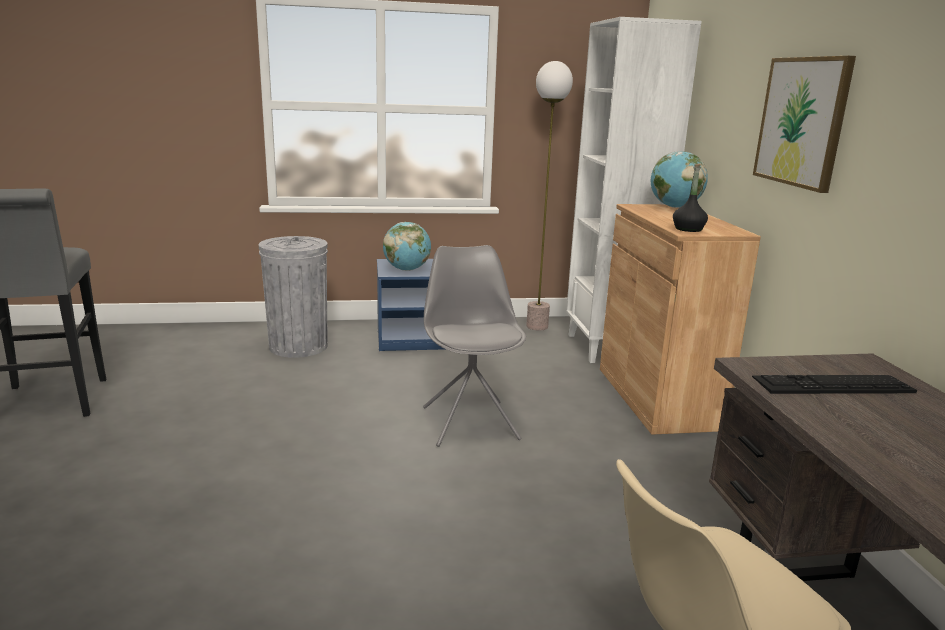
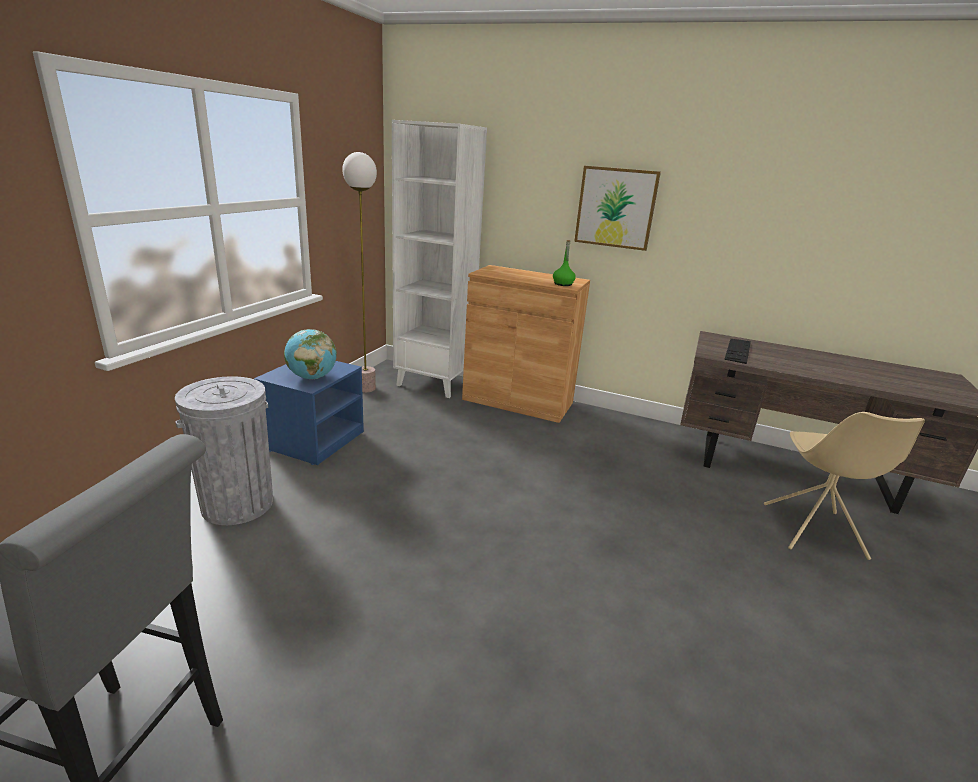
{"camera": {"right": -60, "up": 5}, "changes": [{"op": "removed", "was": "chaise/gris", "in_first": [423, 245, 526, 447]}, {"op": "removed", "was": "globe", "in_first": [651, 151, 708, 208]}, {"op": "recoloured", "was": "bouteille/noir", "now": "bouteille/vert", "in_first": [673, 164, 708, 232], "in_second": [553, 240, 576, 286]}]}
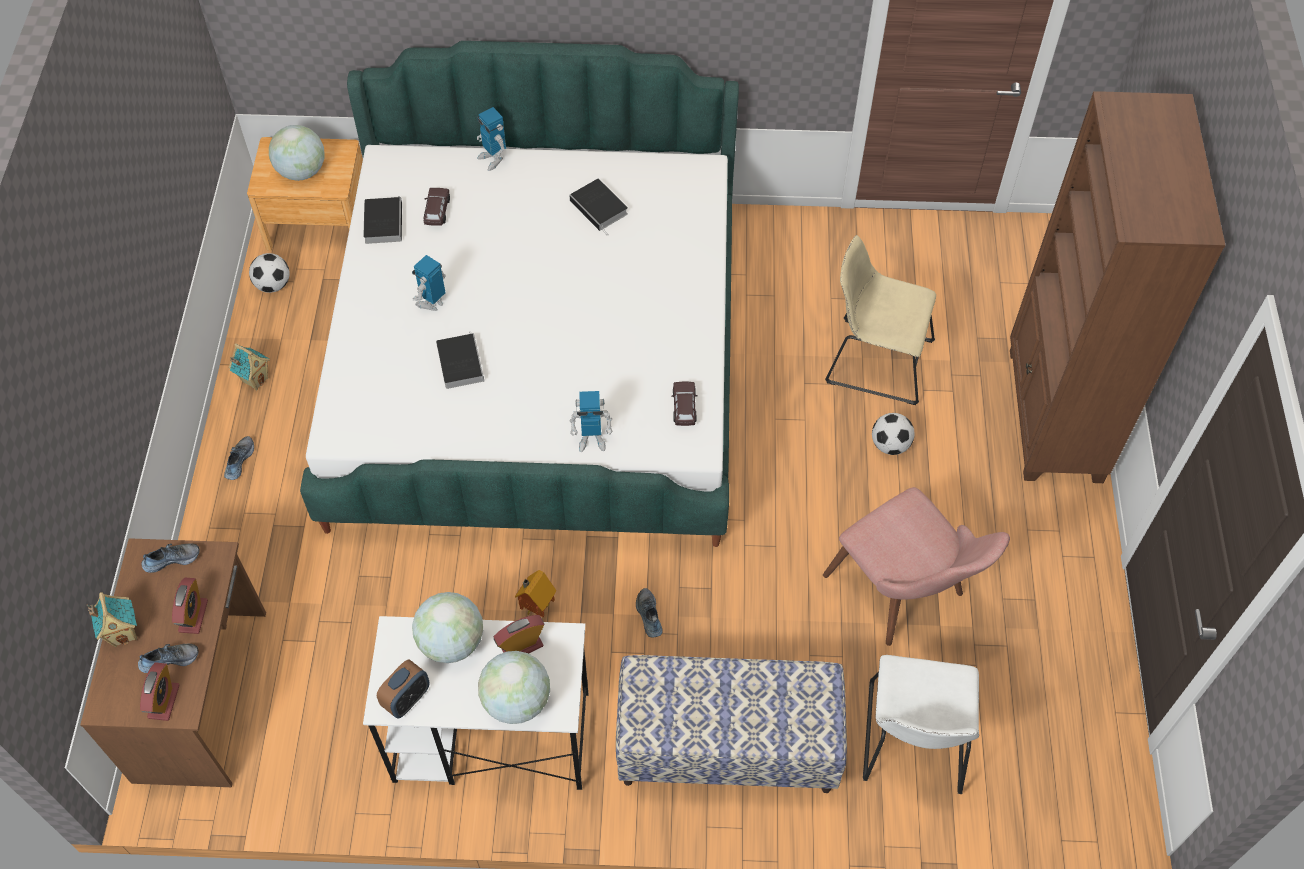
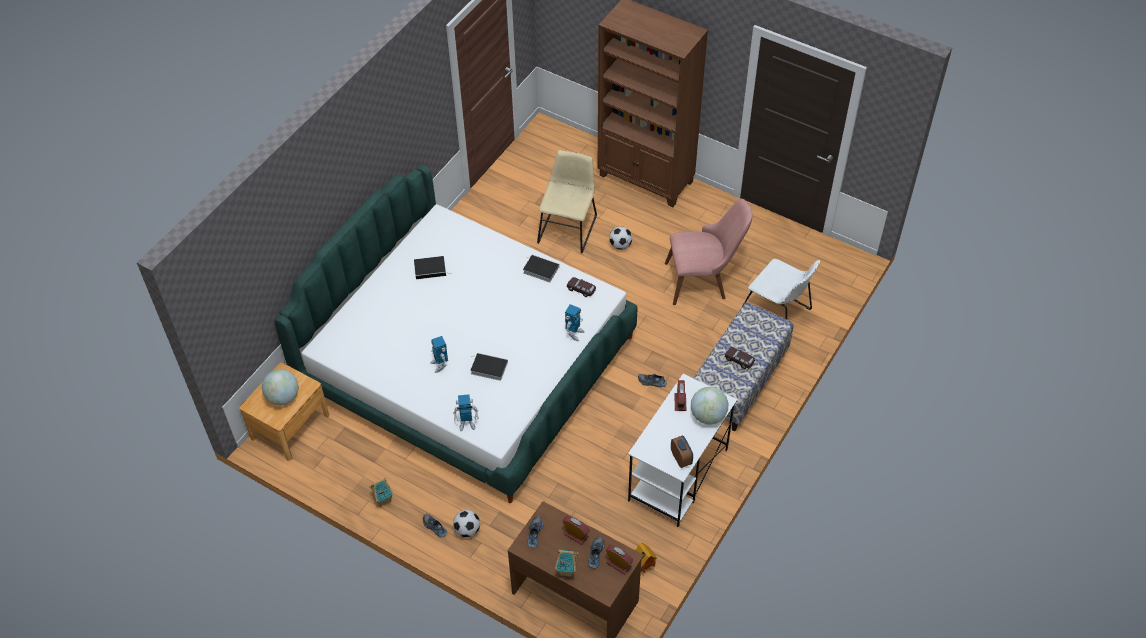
{"camera": {"right": -60, "up": -5}, "changes": [{"op": "removed", "was": "globe", "in_first": [412, 592, 483, 663]}, {"op": "moved", "was": "ballon de foot", "in_first": [249, 253, 290, 293], "in_second": [453, 510, 480, 537]}, {"op": "moved", "was": "livre", "in_first": [363, 196, 402, 244], "in_second": [523, 255, 559, 283]}, {"op": "moved", "was": "petite voiture/marron", "in_first": [423, 188, 450, 226], "in_second": [725, 347, 755, 369]}, {"op": "moved", "was": "robot jouet", "in_first": [477, 107, 506, 171], "in_second": [453, 394, 479, 431]}, {"op": "moved", "was": "maison miniature", "in_first": [515, 570, 556, 617], "in_second": [635, 543, 657, 574]}, {"op": "turned", "was": "chaise/beige", "in_first": [825, 235, 936, 405], "in_second": [537, 150, 597, 253], "clockwise": 150}]}
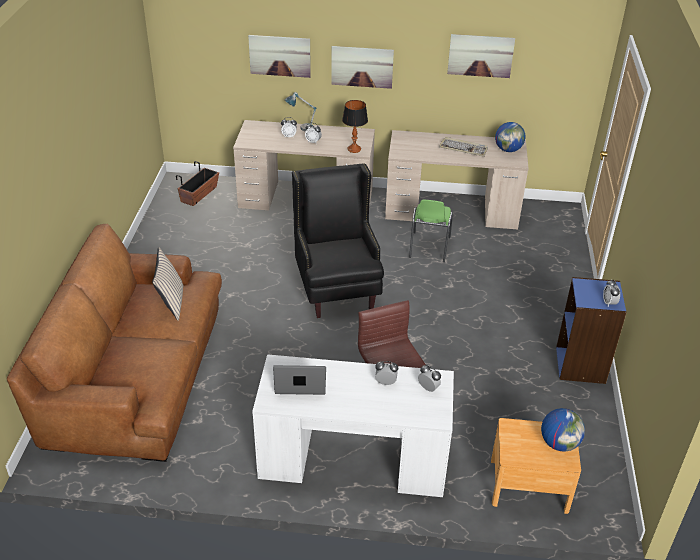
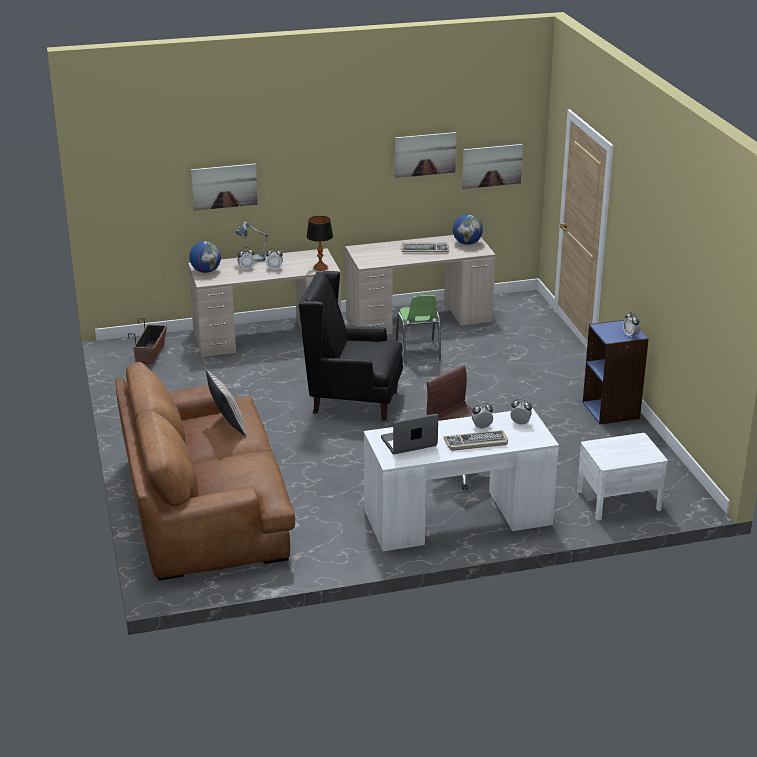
{"camera": {"right": -20, "up": -10}, "changes": [{"op": "added", "now": "clavier", "in_second": [444, 430, 508, 451]}, {"op": "moved", "was": "tableau", "in_first": [331, 46, 394, 89], "in_second": [462, 144, 523, 189]}, {"op": "moved", "was": "globe", "in_first": [541, 408, 585, 452], "in_second": [189, 241, 221, 273]}, {"op": "recoloured", "was": "table de chevet/marron", "now": "table de chevet/blanc", "in_first": [491, 418, 581, 514], "in_second": [577, 433, 667, 521]}, {"op": "turned", "was": "fauteuil/noir", "in_first": [292, 164, 384, 318], "in_second": [299, 271, 403, 421], "clockwise": -45}]}
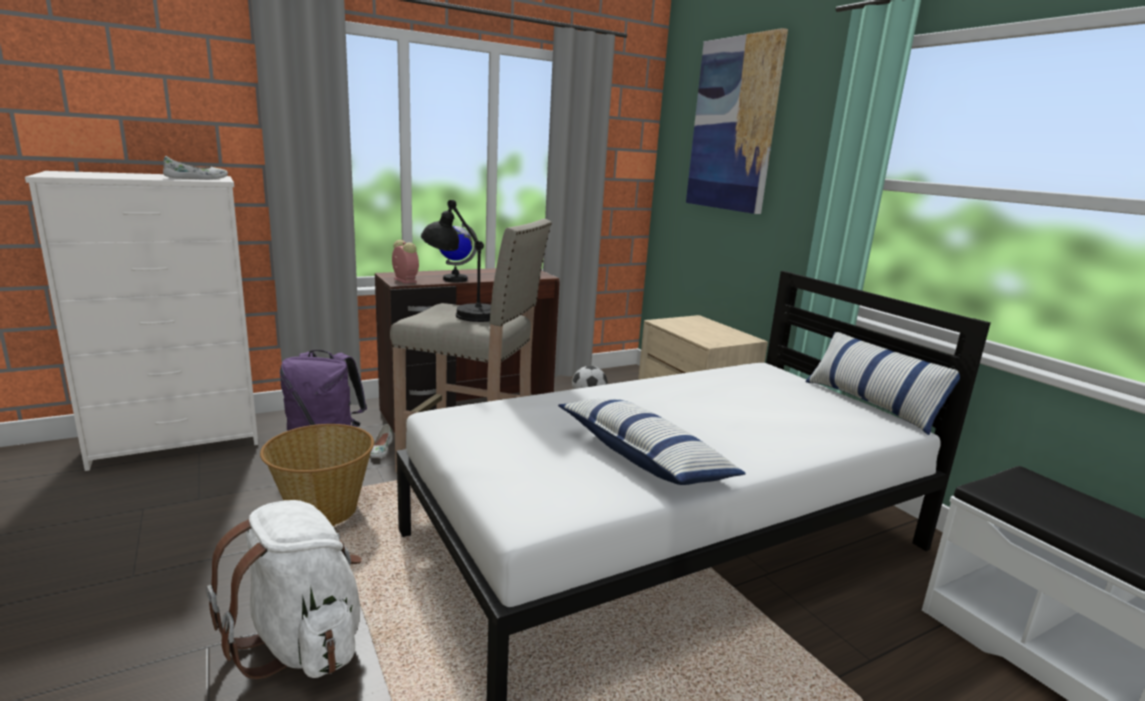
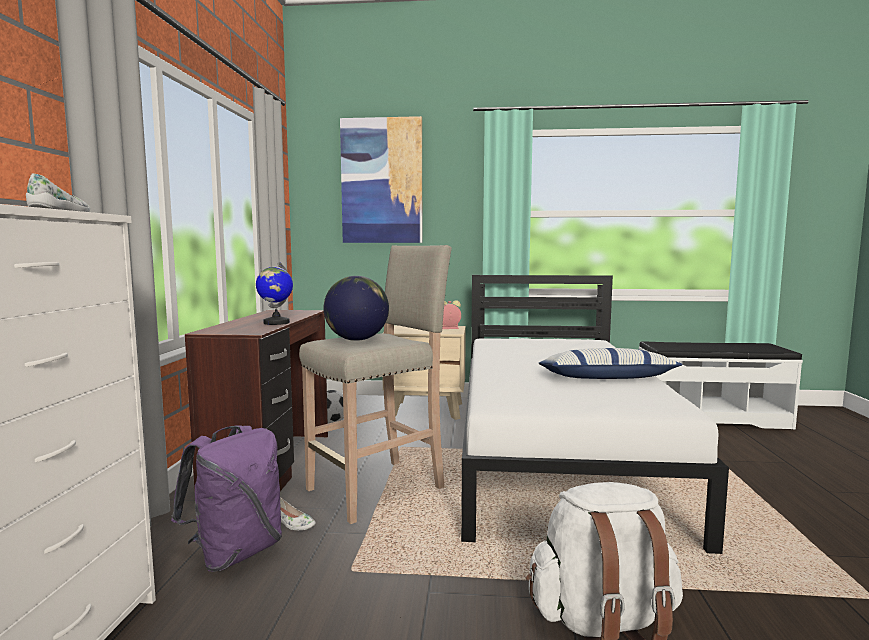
{"camera": {"right": -55, "up": -10}, "changes": [{"op": "removed", "was": "panier", "in_first": [260, 424, 374, 527]}, {"op": "removed", "was": "coussin", "in_first": [805, 332, 960, 435]}, {"op": "moved", "was": "réveil", "in_first": [392, 240, 419, 284], "in_second": [442, 300, 461, 329]}, {"op": "replaced", "was": "lampe de table/noir", "now": "globe", "in_first": [421, 200, 491, 322], "in_second": [323, 276, 389, 341]}]}
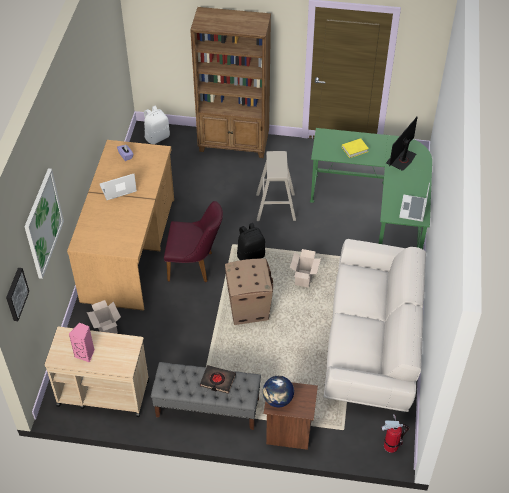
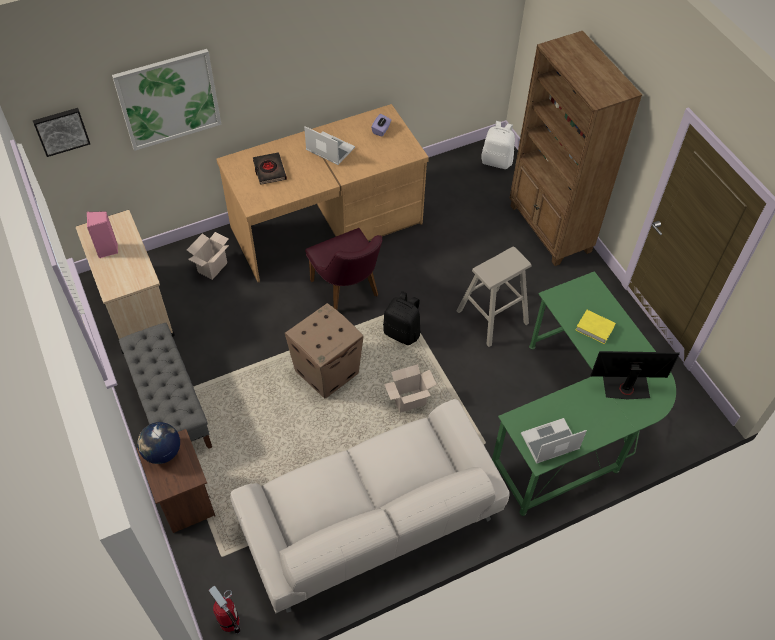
{"camera": {"right": 55, "up": 5}, "changes": [{"op": "moved", "was": "livre/noir", "in_first": [200, 365, 236, 394], "in_second": [253, 152, 287, 185]}]}
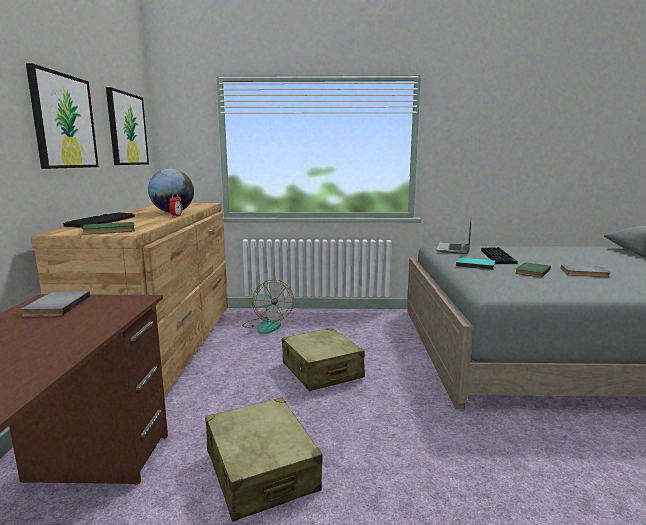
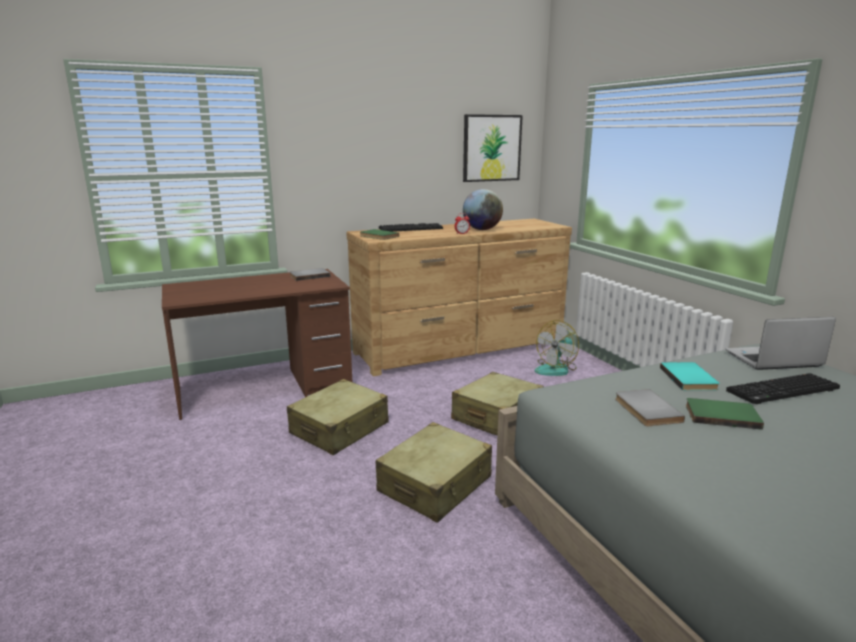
{"camera": {"right": 65, "up": 5}, "changes": [{"op": "removed", "was": "tableau", "in_first": [26, 63, 99, 169]}, {"op": "added", "now": "valise/beige", "in_second": [376, 422, 492, 523]}, {"op": "moved", "was": "livre/gris", "in_first": [560, 265, 610, 277], "in_second": [615, 389, 685, 426]}]}
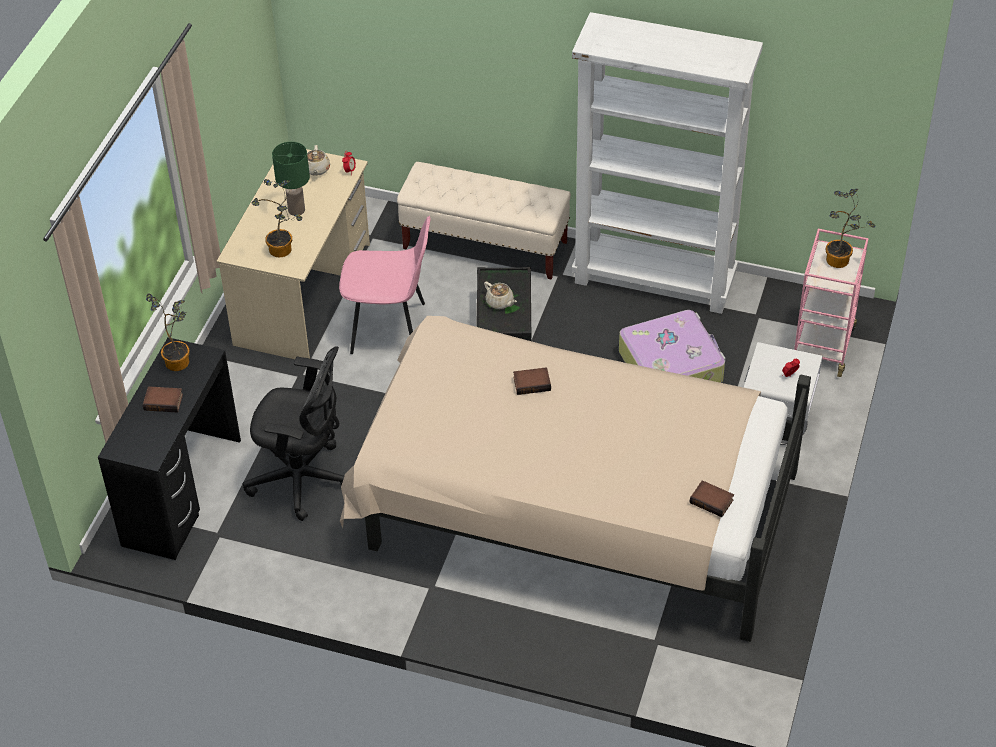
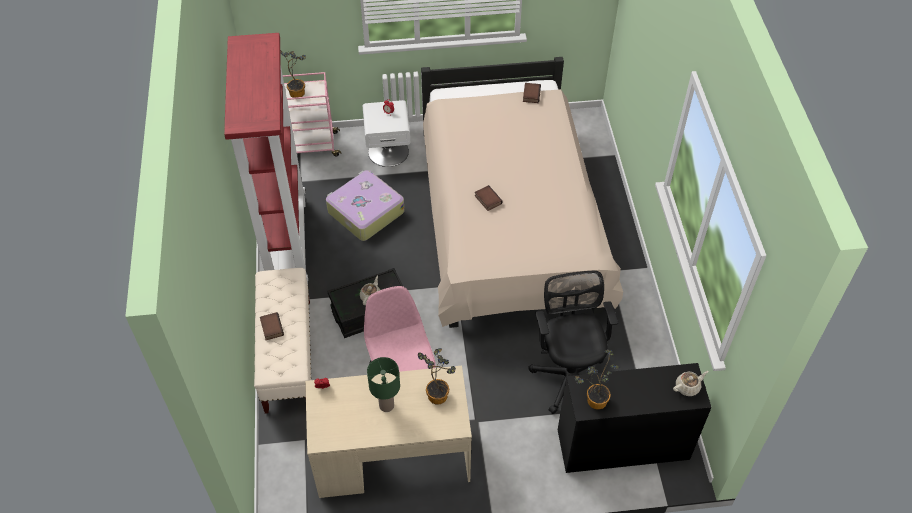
{"camera": {"right": -115, "up": 5}, "changes": [{"op": "moved", "was": "livre", "in_first": [143, 386, 183, 413], "in_second": [260, 312, 284, 340]}, {"op": "moved", "was": "théière/beige", "in_first": [307, 145, 330, 176], "in_second": [673, 371, 709, 396]}, {"op": "recoloured", "was": "bibliothèque/blanc", "now": "bibliothèque/rouge", "in_first": [572, 12, 763, 314], "in_second": [224, 33, 308, 284]}]}
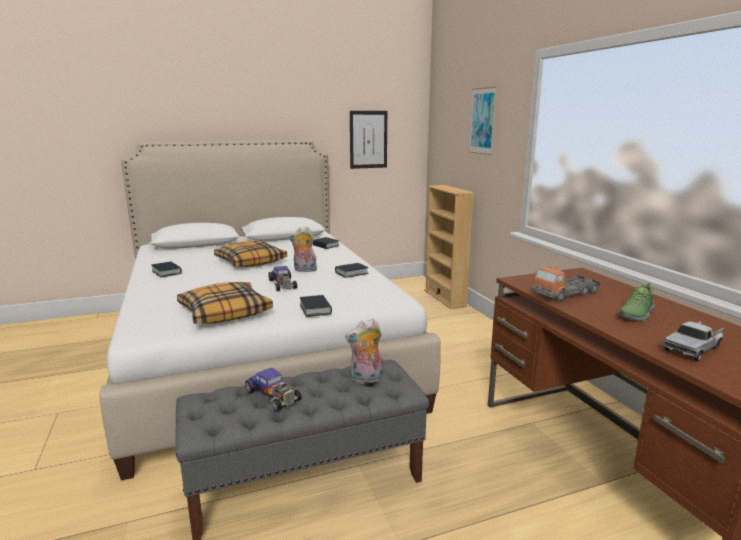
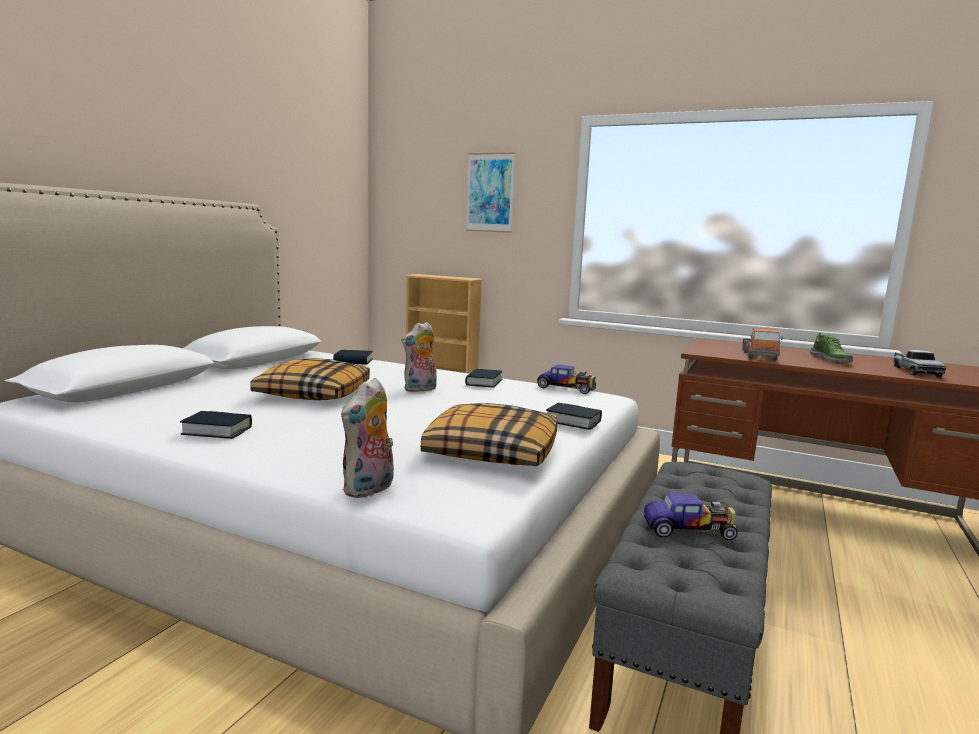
{"camera": {"right": -45, "up": -5}, "changes": [{"op": "removed", "was": "tableau", "in_first": [350, 111, 387, 169]}, {"op": "moved", "was": "petite voiture", "in_first": [268, 266, 297, 291], "in_second": [537, 365, 596, 394]}, {"op": "moved", "was": "peluche", "in_first": [345, 318, 383, 384], "in_second": [341, 378, 394, 498]}]}
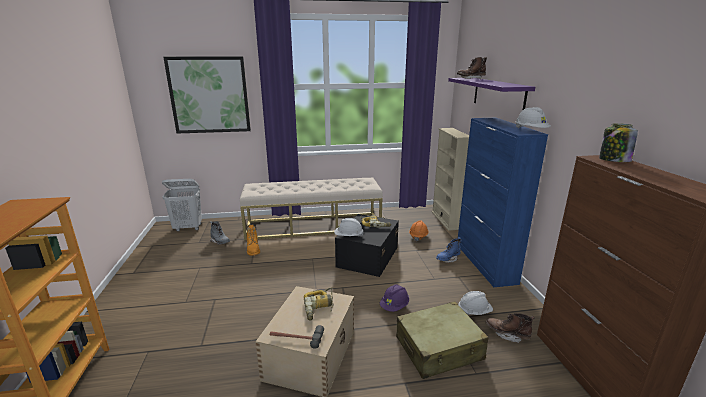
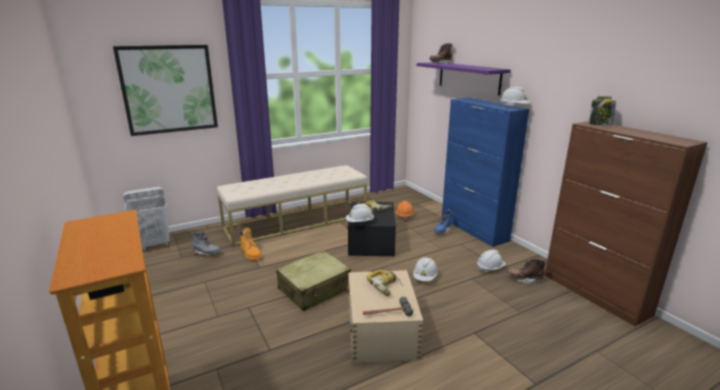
{"camera": {"right": -20, "up": 0}, "changes": [{"op": "removed", "was": "bibliothèque/beige", "in_first": [432, 128, 469, 231]}, {"op": "moved", "was": "valise/beige", "in_first": [396, 301, 489, 379], "in_second": [276, 250, 351, 311]}, {"op": "recoloured", "was": "casque de chantier/violet", "now": "casque de chantier/blanc", "in_first": [380, 284, 409, 312], "in_second": [413, 257, 438, 281]}]}
